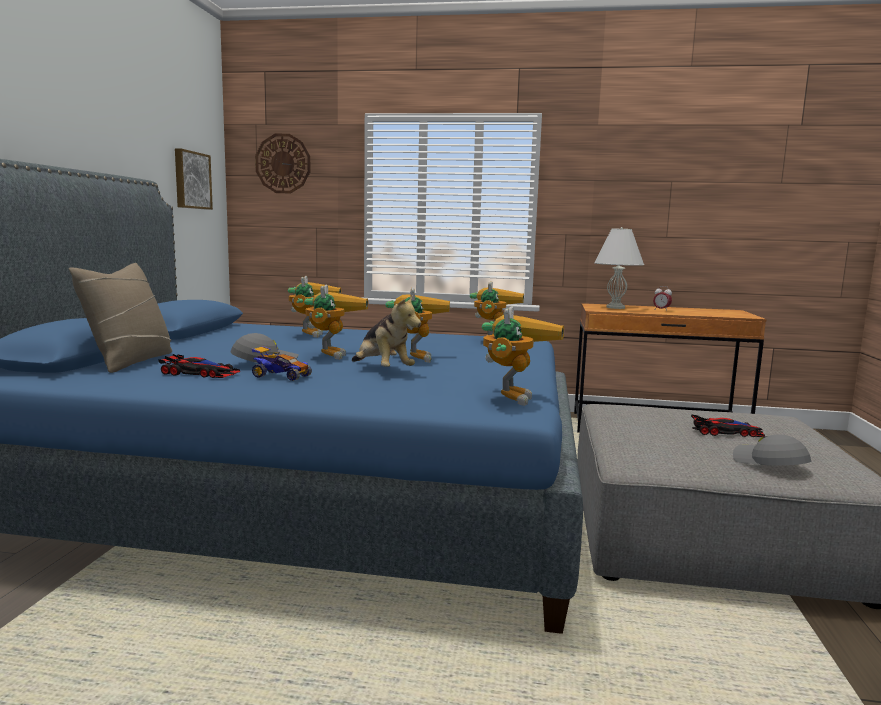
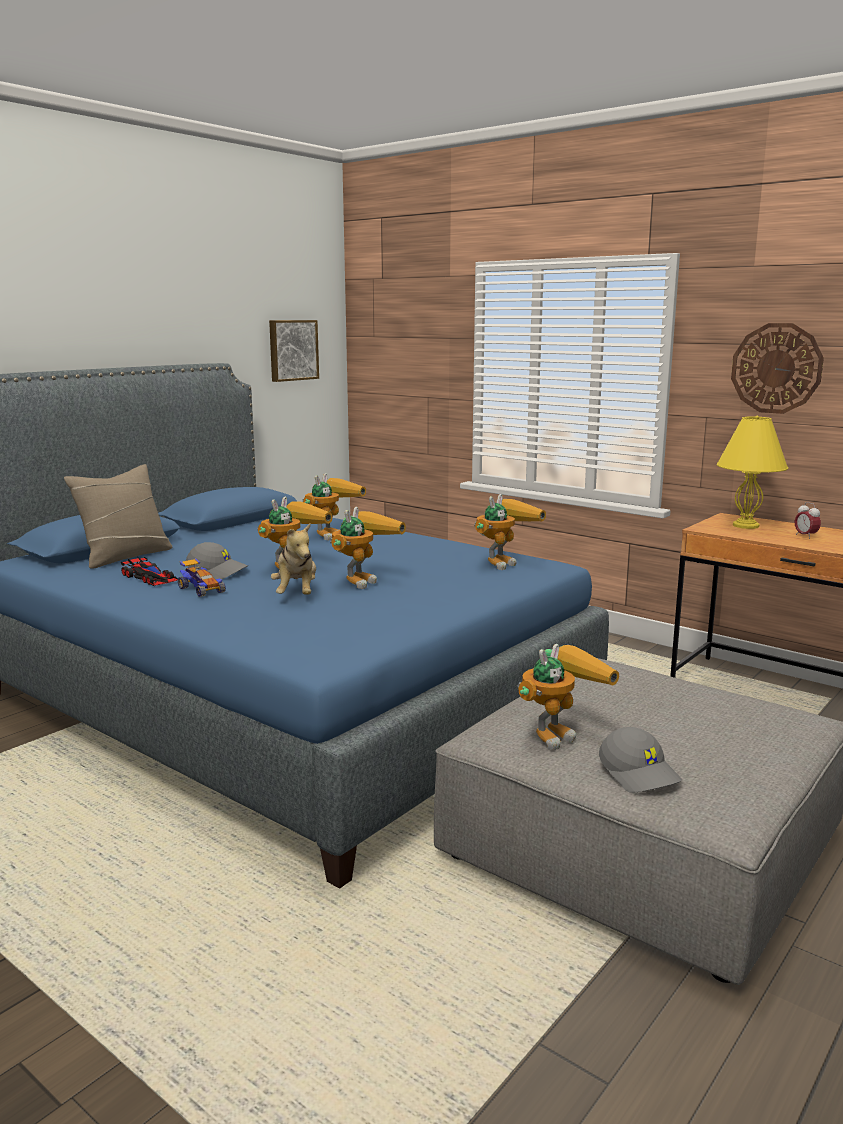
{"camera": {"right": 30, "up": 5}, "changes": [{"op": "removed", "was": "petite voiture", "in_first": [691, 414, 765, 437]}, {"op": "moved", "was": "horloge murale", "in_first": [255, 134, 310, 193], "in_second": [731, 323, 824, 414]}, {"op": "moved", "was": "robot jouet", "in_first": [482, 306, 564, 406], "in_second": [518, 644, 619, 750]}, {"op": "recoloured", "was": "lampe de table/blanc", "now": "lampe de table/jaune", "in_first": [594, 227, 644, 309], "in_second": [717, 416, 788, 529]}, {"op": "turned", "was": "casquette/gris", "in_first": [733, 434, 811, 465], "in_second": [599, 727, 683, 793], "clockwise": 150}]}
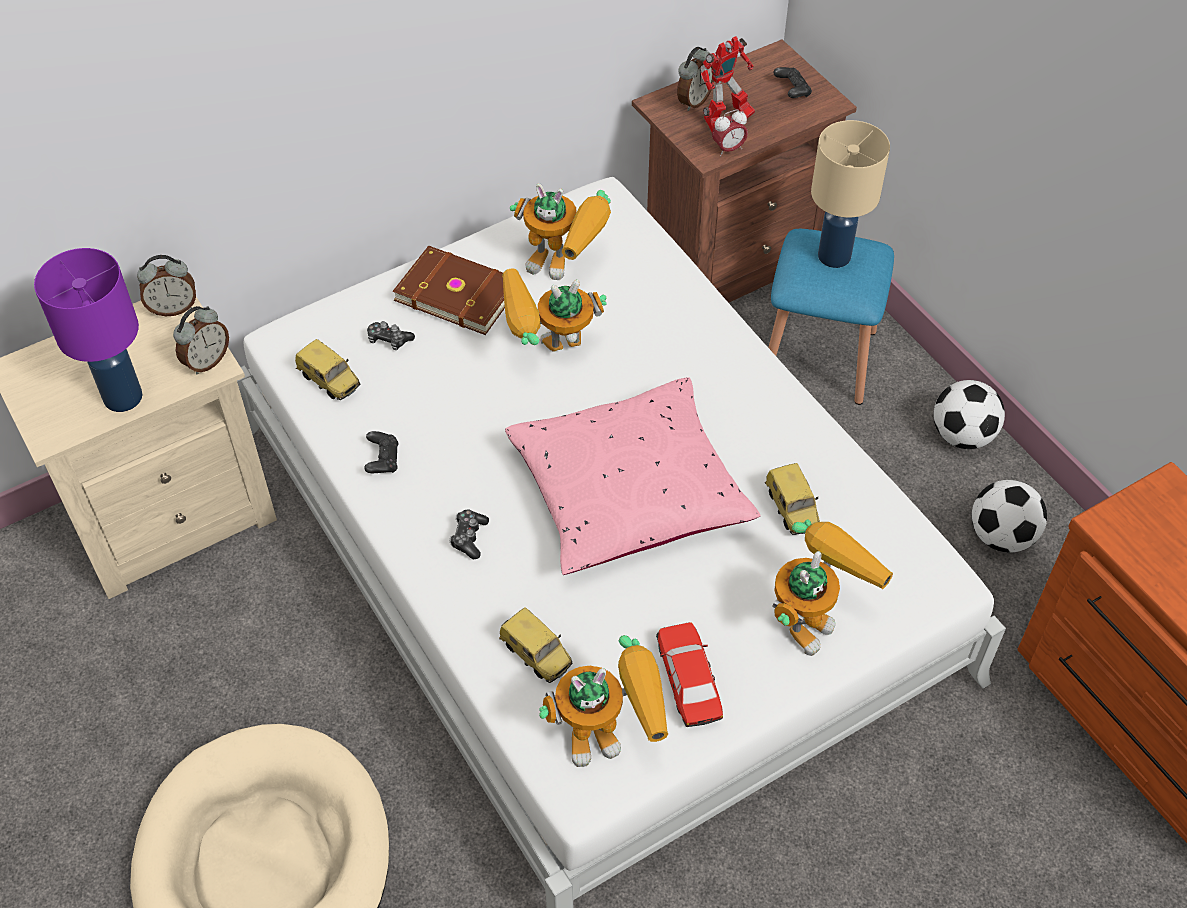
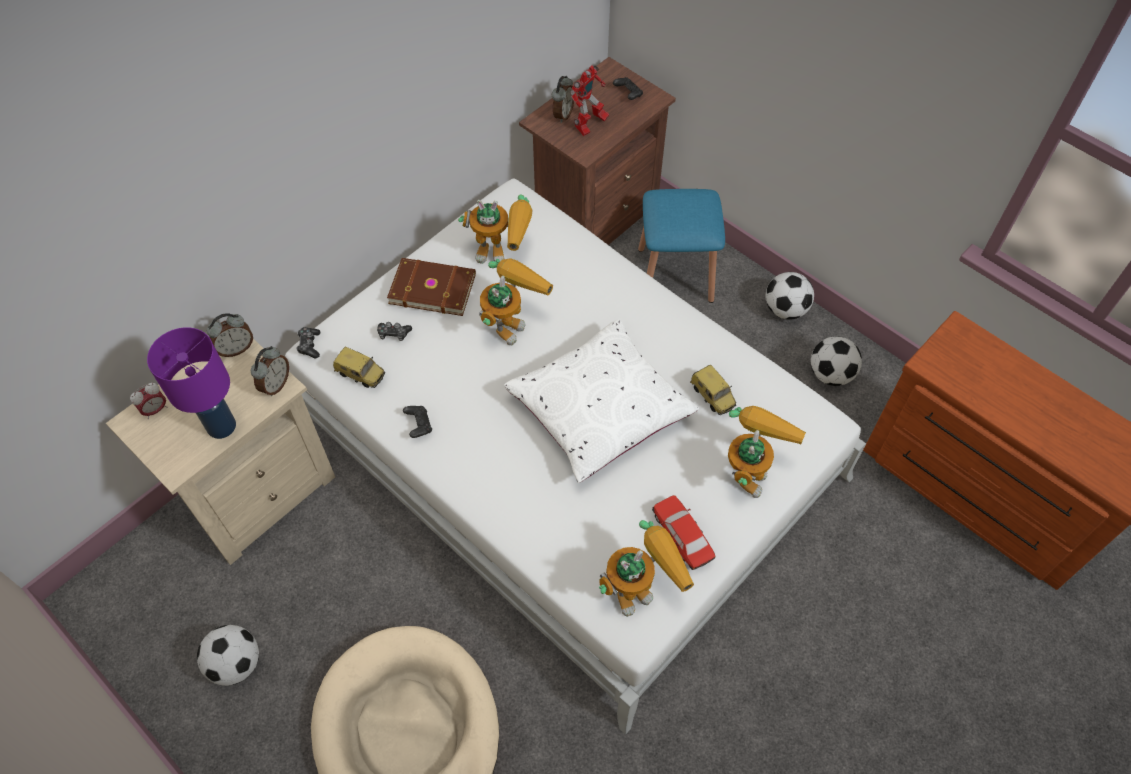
{"camera": {"right": -15, "up": 5}, "changes": [{"op": "removed", "was": "petite voiture", "in_first": [499, 607, 573, 683]}, {"op": "removed", "was": "lampe de table/beige", "in_first": [811, 120, 890, 268]}, {"op": "added", "now": "ballon de foot", "in_second": [197, 625, 259, 686]}, {"op": "moved", "was": "manette", "in_first": [449, 509, 489, 559], "in_second": [296, 327, 320, 359]}, {"op": "moved", "was": "réveil", "in_first": [712, 109, 748, 156], "in_second": [130, 383, 167, 419]}, {"op": "recoloured", "was": "coussin/rose", "now": "coussin/blanc", "in_first": [505, 377, 761, 575], "in_second": [504, 319, 699, 483]}, {"op": "turned", "was": "robot jouet", "in_first": [502, 268, 607, 352], "in_second": [479, 258, 553, 345], "clockwise": 150}]}
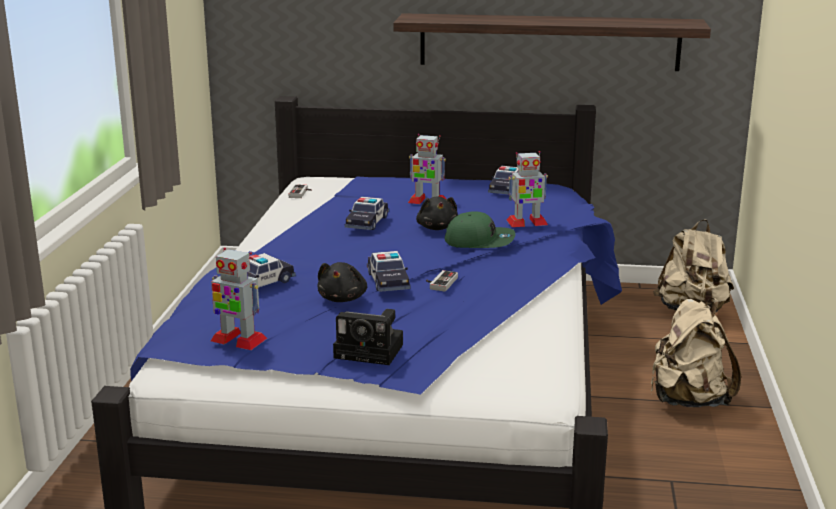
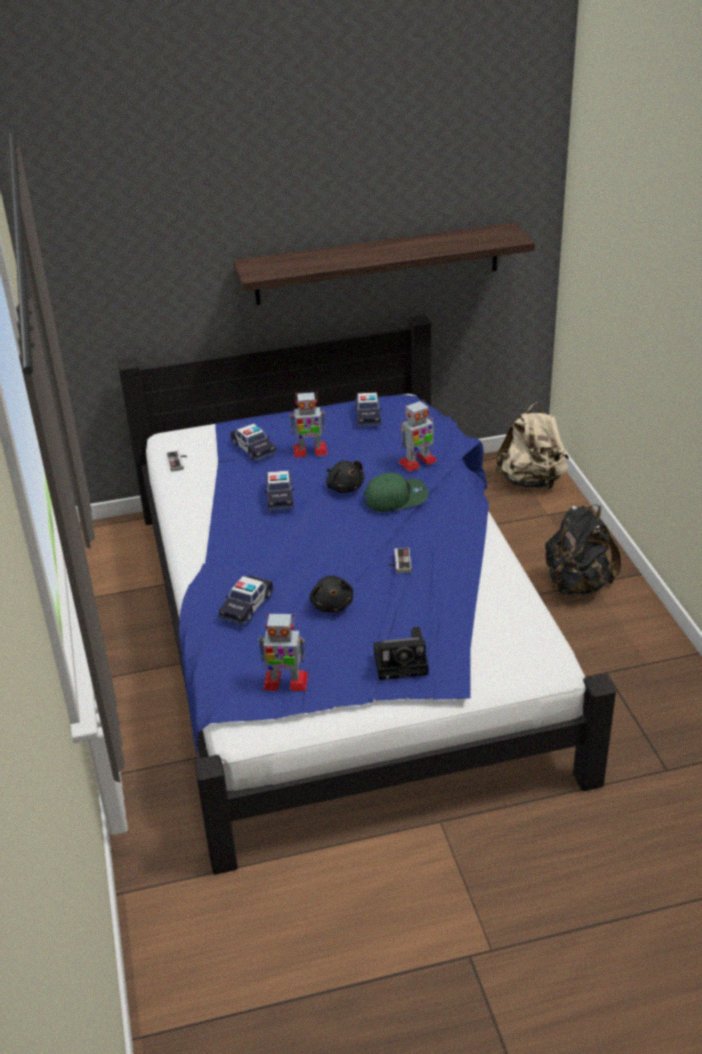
{"camera": {"right": -20, "up": 15}, "changes": [{"op": "moved", "was": "petite voiture", "in_first": [367, 251, 411, 292], "in_second": [230, 424, 277, 461]}, {"op": "recoloured", "was": "sac à dos/beige", "now": "sac à dos/noir", "in_first": [650, 298, 741, 407], "in_second": [545, 505, 621, 595]}]}
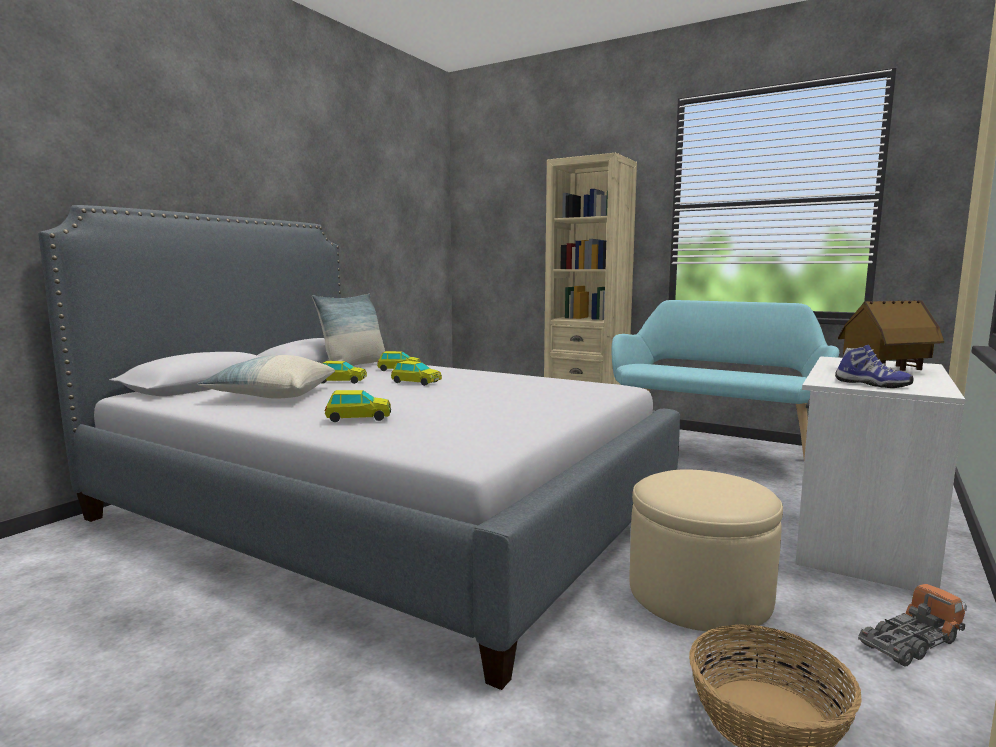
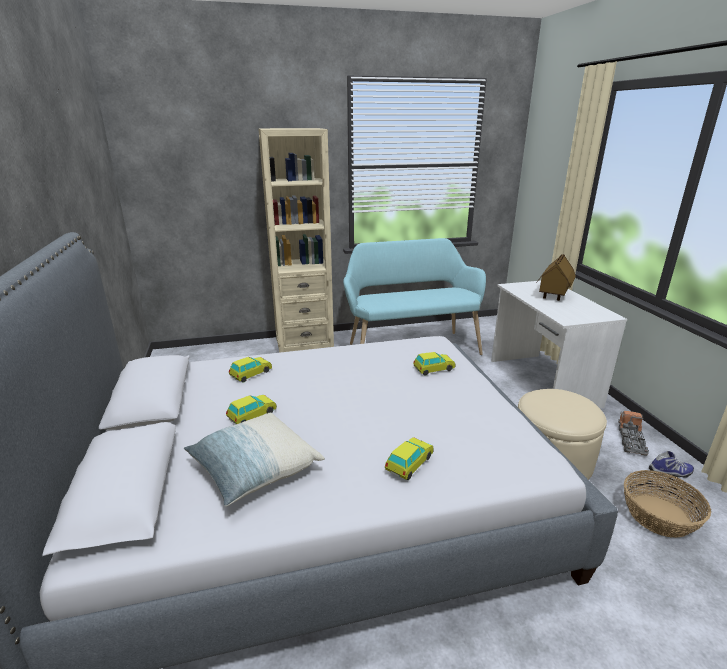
{"camera": {"right": -45, "up": 15}, "changes": [{"op": "removed", "was": "coussin", "in_first": [312, 294, 385, 366]}, {"op": "moved", "was": "petite voiture", "in_first": [391, 361, 442, 386], "in_second": [413, 352, 456, 376]}, {"op": "moved", "was": "chaussure", "in_first": [835, 345, 914, 388], "in_second": [649, 451, 694, 478]}]}
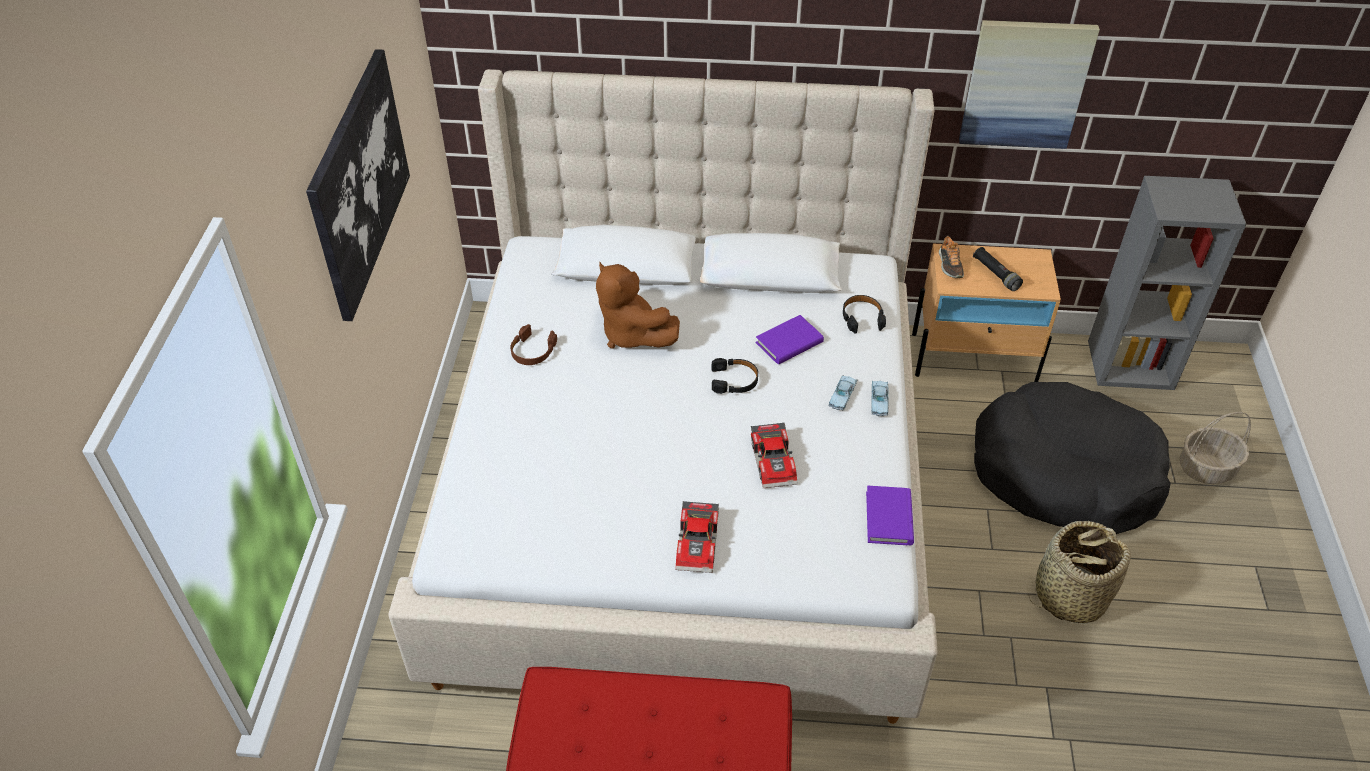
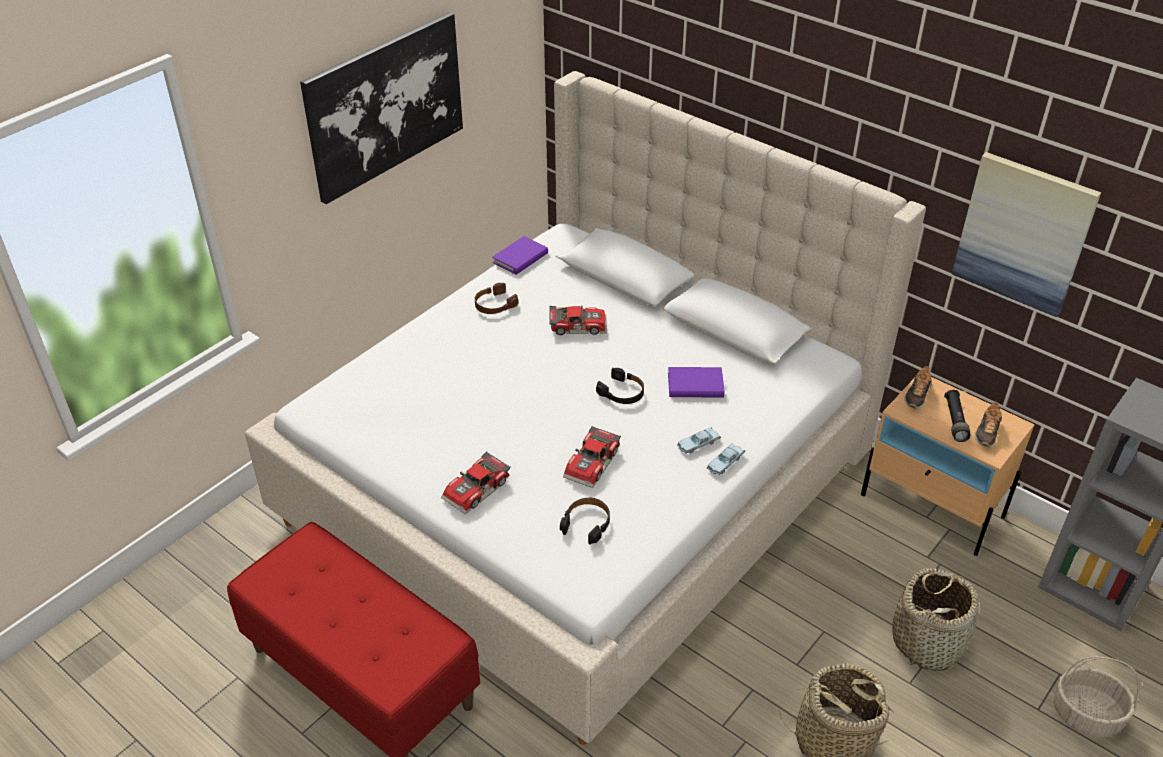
{"camera": {"right": 35, "up": -5}, "changes": [{"op": "added", "now": "chaussure", "in_second": [975, 402, 1002, 447]}, {"op": "moved", "was": "casque audio/noir", "in_first": [843, 295, 886, 334], "in_second": [560, 498, 610, 545]}, {"op": "moved", "was": "livre/violet", "in_first": [866, 486, 914, 545], "in_second": [492, 236, 548, 275]}, {"op": "replaced", "was": "peluche/marron", "now": "petite voiture", "in_first": [596, 261, 680, 349], "in_second": [549, 306, 607, 335]}, {"op": "replaced", "was": "panier pour chien/noir", "now": "panier", "in_first": [974, 382, 1171, 534], "in_second": [892, 568, 979, 671]}]}
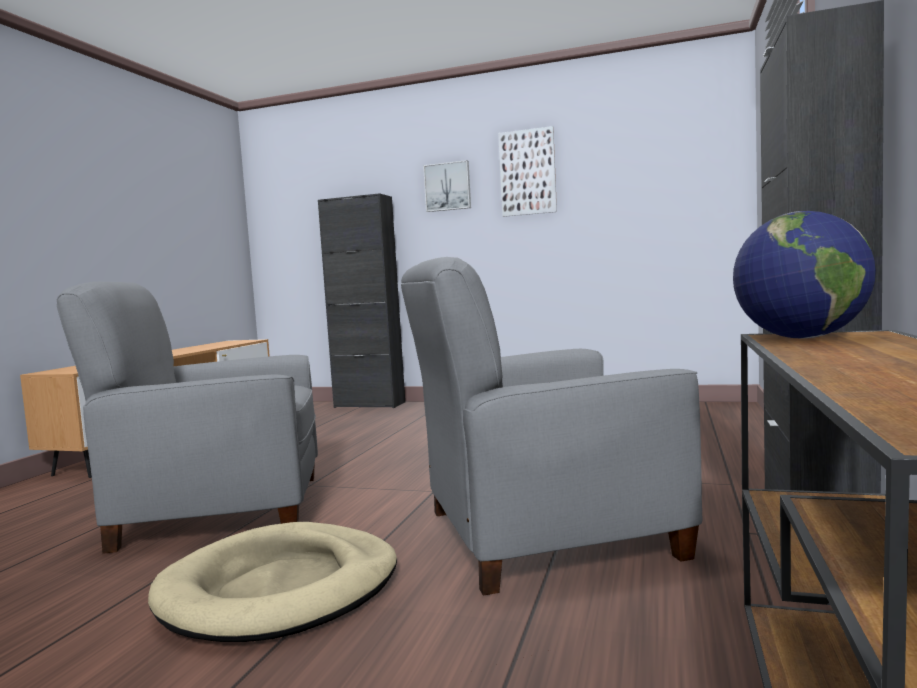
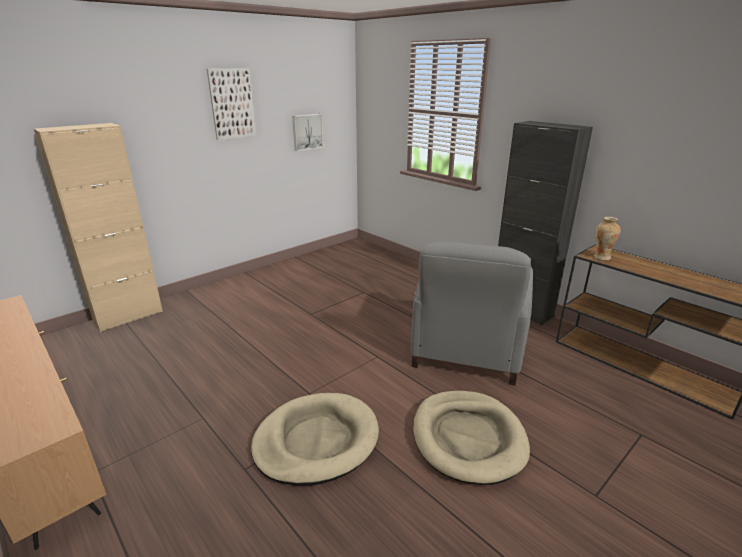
{"camera": {"right": -60, "up": 20}, "changes": [{"op": "moved", "was": "tableau", "in_first": [423, 160, 471, 212], "in_second": [292, 114, 323, 151]}, {"op": "replaced", "was": "fauteuil/gris", "now": "panier pour chien/beige", "in_first": [56, 282, 318, 554], "in_second": [251, 393, 379, 486]}, {"op": "replaced", "was": "globe", "now": "vase", "in_first": [733, 211, 876, 339], "in_second": [594, 217, 621, 260]}, {"op": "recoloured", "was": "meuble de rangement/noir", "now": "meuble de rangement/beige", "in_first": [318, 193, 405, 408], "in_second": [34, 123, 163, 333]}]}
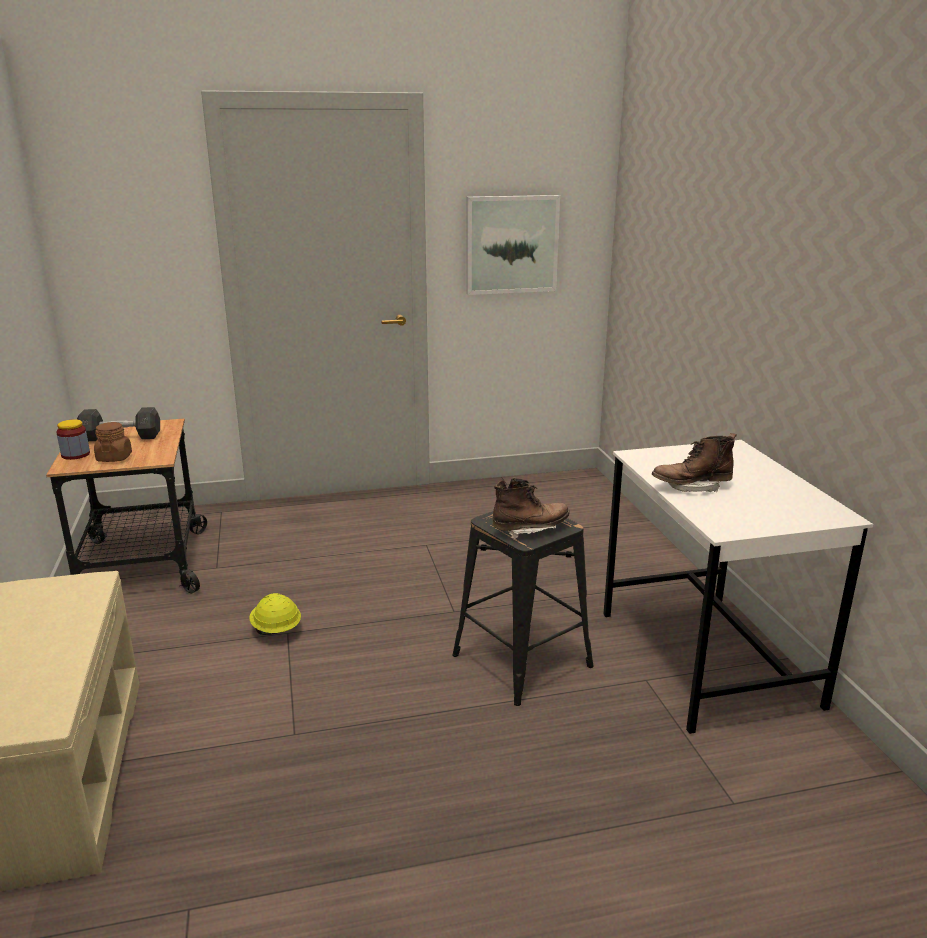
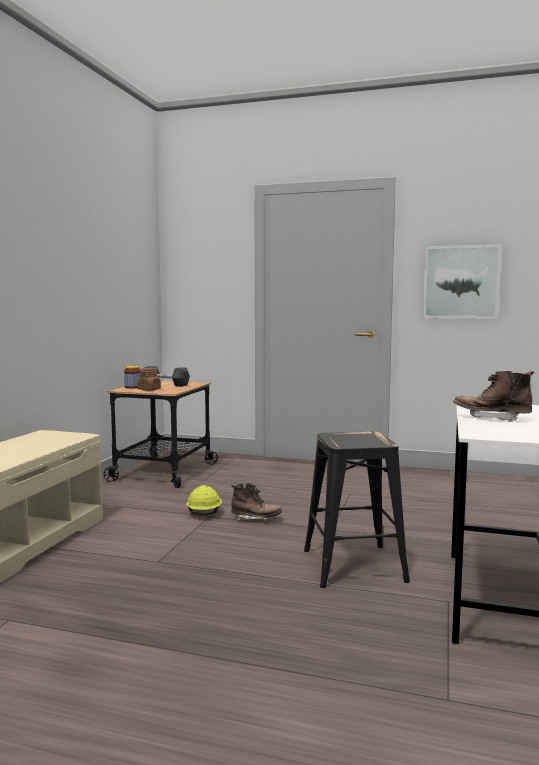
{"camera": {"right": 30, "up": -15}, "changes": [{"op": "moved", "was": "botte/marron", "in_first": [492, 478, 570, 540], "in_second": [231, 483, 282, 521]}]}
